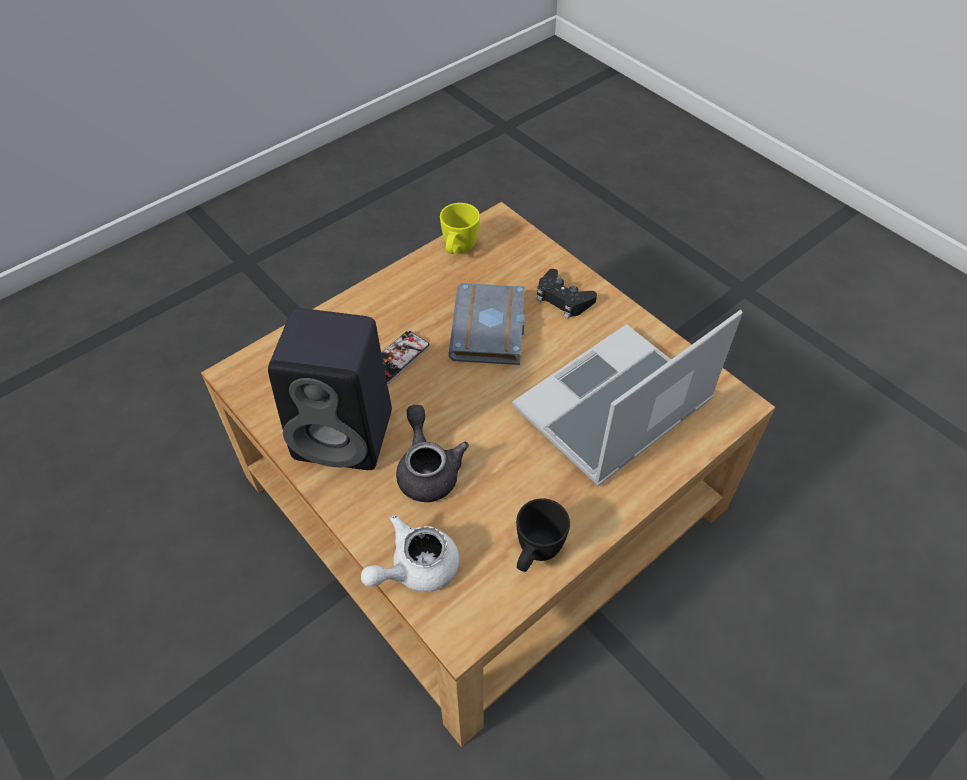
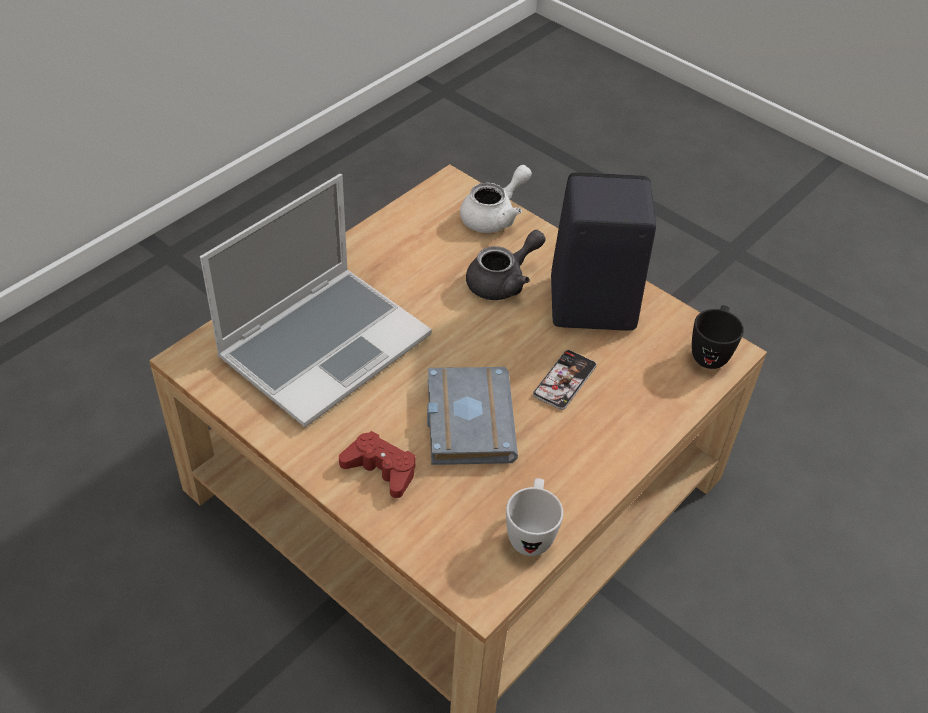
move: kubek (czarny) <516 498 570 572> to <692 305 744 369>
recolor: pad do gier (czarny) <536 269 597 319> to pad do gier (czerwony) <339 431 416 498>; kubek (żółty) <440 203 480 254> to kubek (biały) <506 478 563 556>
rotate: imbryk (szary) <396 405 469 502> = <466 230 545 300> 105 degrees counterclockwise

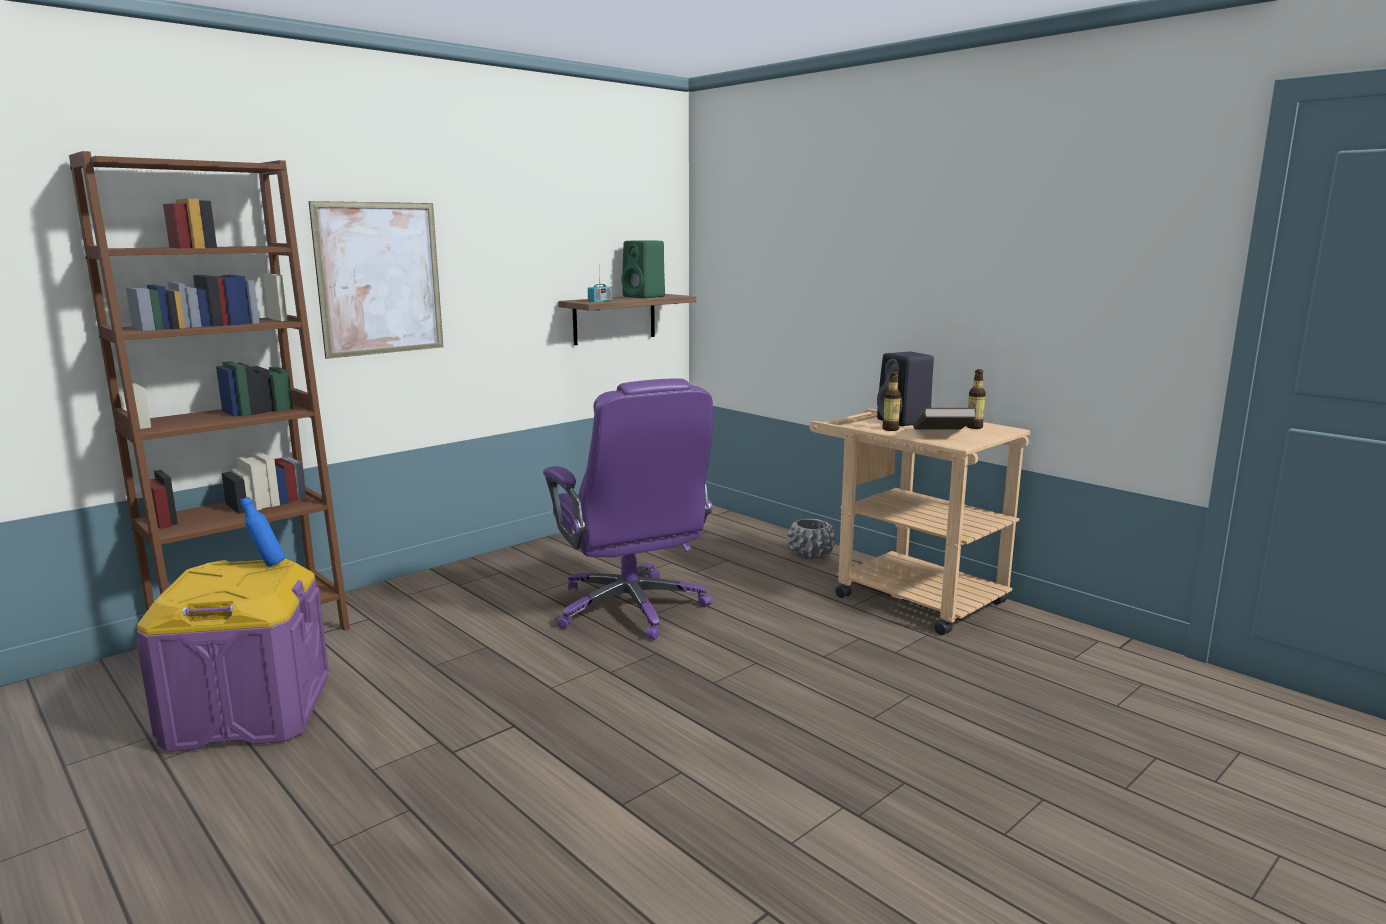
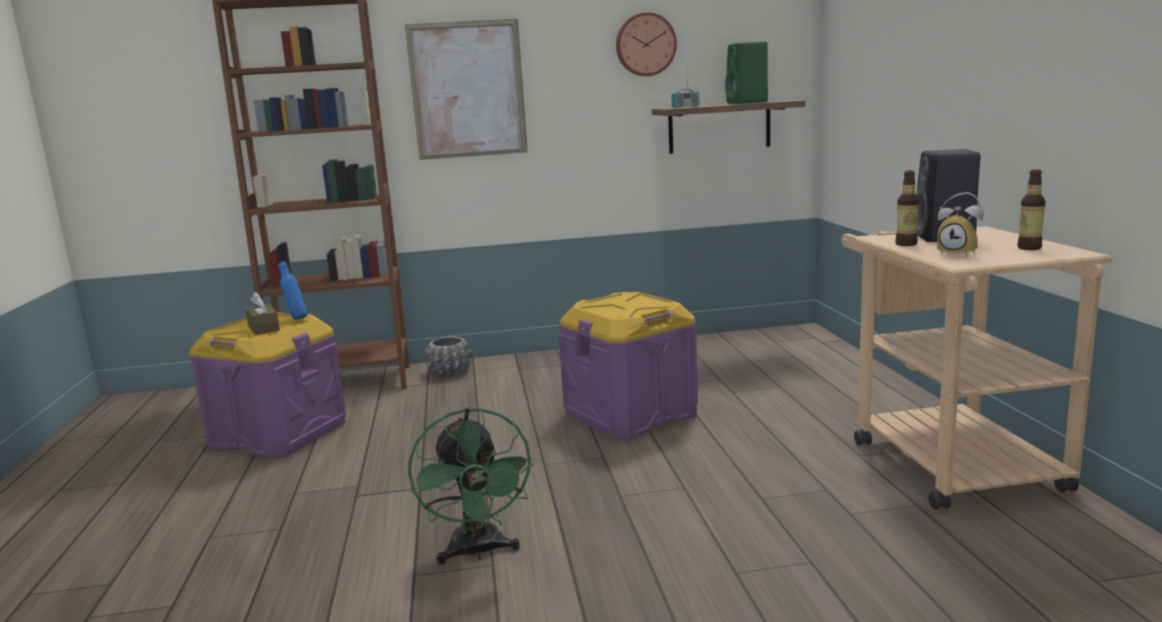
insert: pudełko chusteczek (brązowy) <245 292 280 335>; wentylator (zielony) <408 407 535 565>; zegar ścienny <616 12 677 76>
move: donica (szary) <787 518 836 559> to <425 336 472 376>
replace: krzesło biurowe (fioletowy) <543 378 713 640> to pojemnik do przechowywania (fioletowy) <559 292 698 440>; książka (brązowy) <913 408 976 430> to budzik <937 192 984 257>

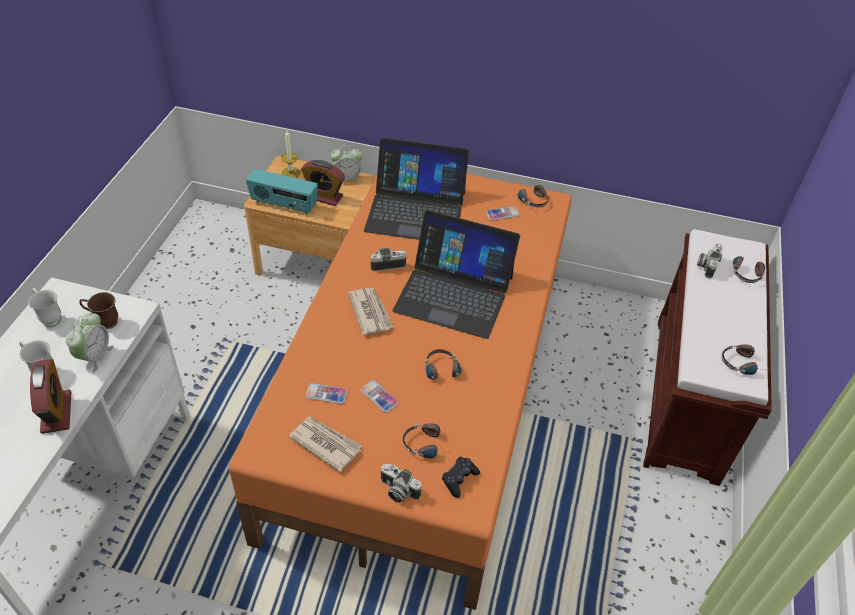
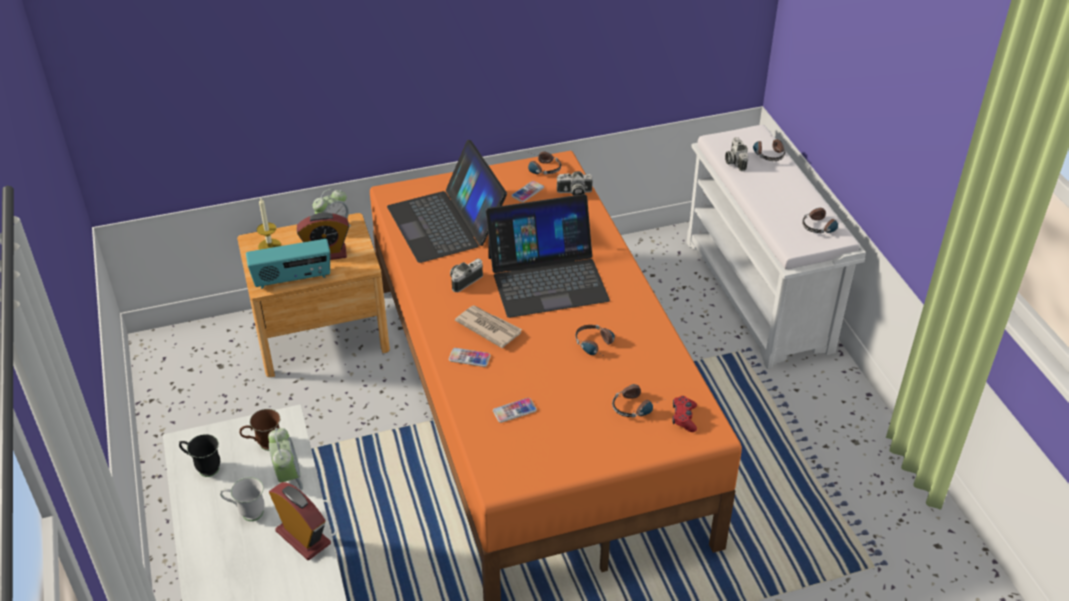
delete: gazeta <289 416 362 472>
move: telefon <360 380 399 413> to <449 348 491 367>; aparat fotograficzny <381 464 422 503> to <556 171 592 196>
recolor: kubek (biały) <28 288 61 327> to kubek (czarny) <179 434 220 477>; pad do gier (czarny) <442 457 480 498> to pad do gier (czerwony) <672 396 697 432>; ławka (brązowy) <643 230 772 486> to ławka (biały) <687 125 866 369>
rotate: laptop <364 138 469 240> = <387 140 507 263> 90 degrees clockwise

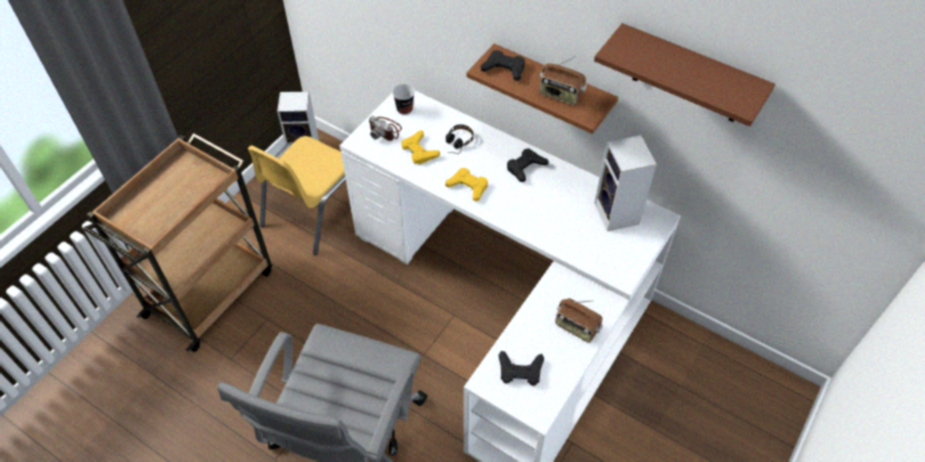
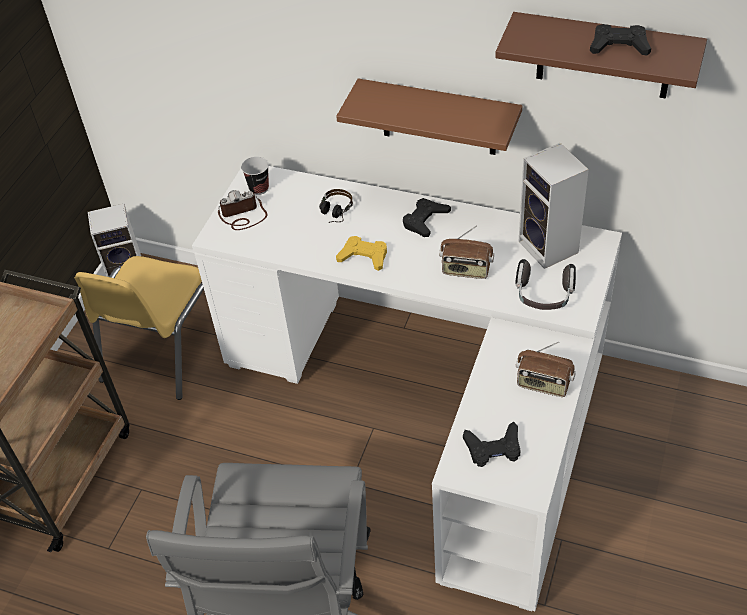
delete: pad do gier (żółty) <402 130 440 165>
insert: słuchawki <515 259 576 310>
move: radio <540 56 587 105> to <439 226 494 279>; pad do gier (czarny) <481 50 525 81> to <590 24 651 56>
rotate: aparat fotograficzny <369 116 402 141> = <218 190 268 230> 135 degrees clockwise

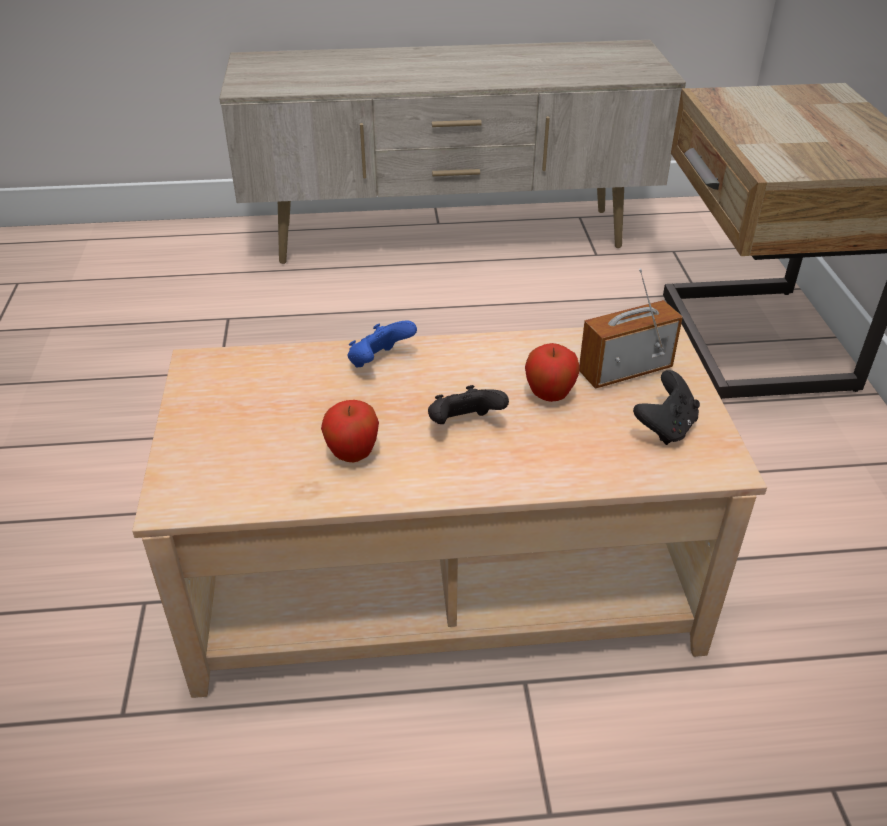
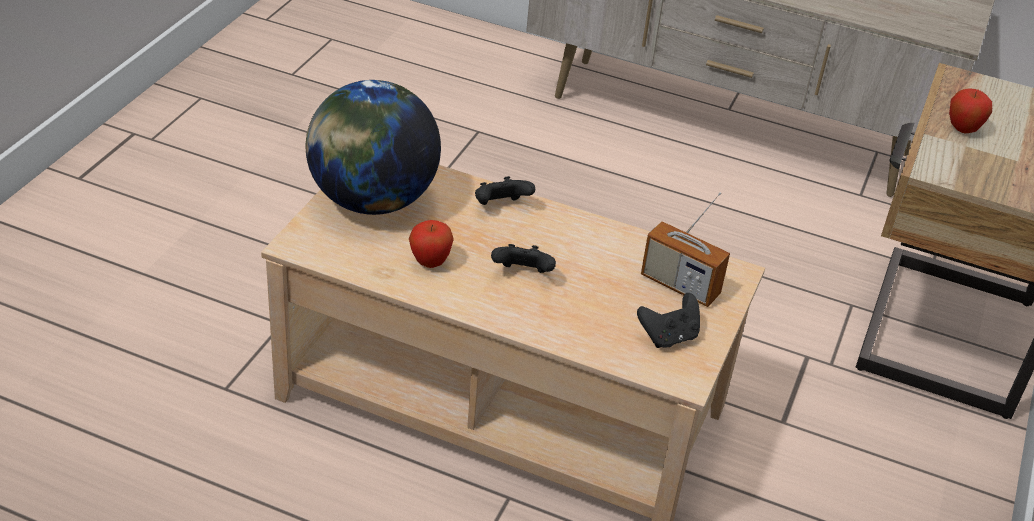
insert: globus <306 80 441 215>
move: jabłko <525 343 580 402> to <949 88 992 133>
recolor: pad do gier (niebieski) <347 321 417 368> to pad do gier (czarny) <475 176 535 205>
rotate: radio <579 268 683 389> = <641 192 730 307> 150 degrees counterclockwise

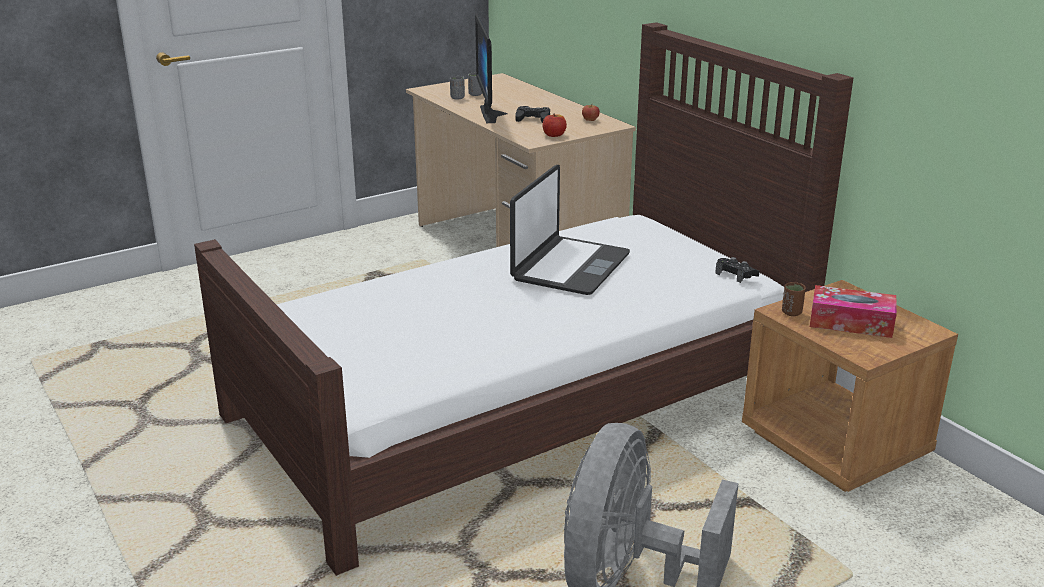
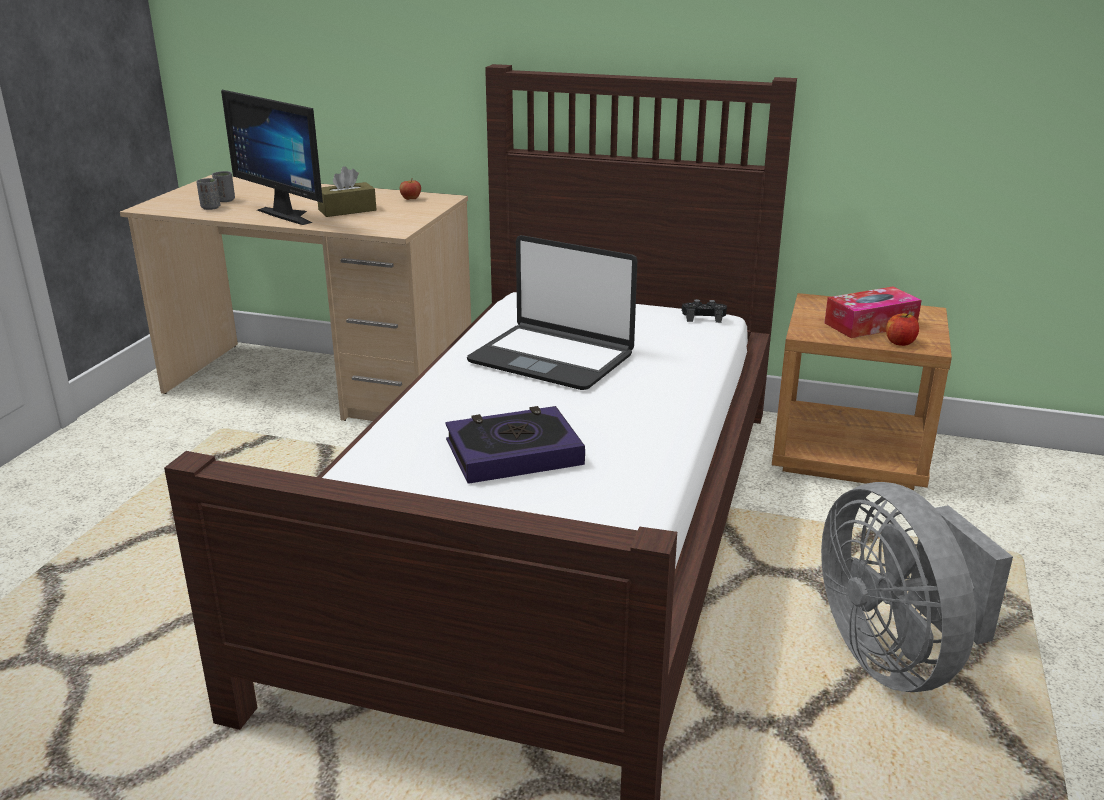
delete: filiżanka (brązowy) <782 282 806 316>
insert: książka <445 406 585 484>
move: jabłko <542 113 567 137> to <886 314 919 346>
replace: pad do gier (czarny) <515 106 550 123> to pudełko chusteczek (brązowy) <318 166 377 217>
rotate: laptop <510 165 630 295> = <467 235 637 390> 135 degrees clockwise

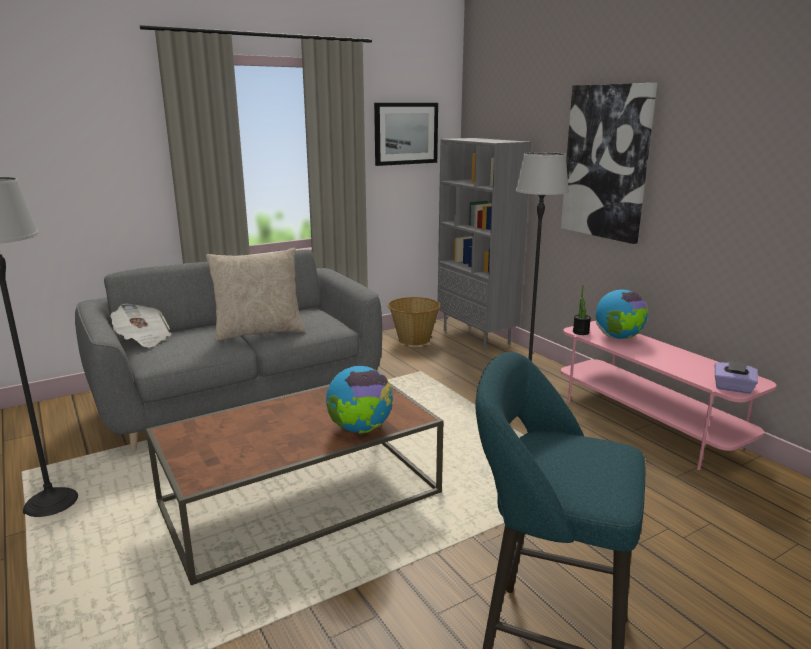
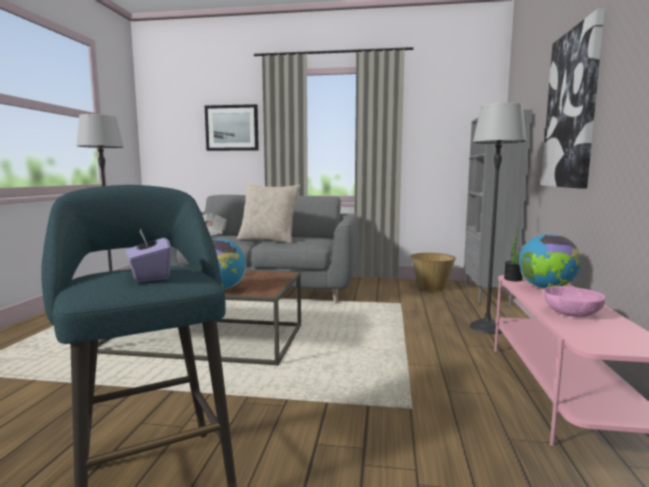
insert: miska (różowy) <543 286 605 317>
move: pudełko chusteczek (fioletowy) <715 361 758 394> to <126 228 171 282>; obraz <374 103 438 166> to <205 104 259 151>

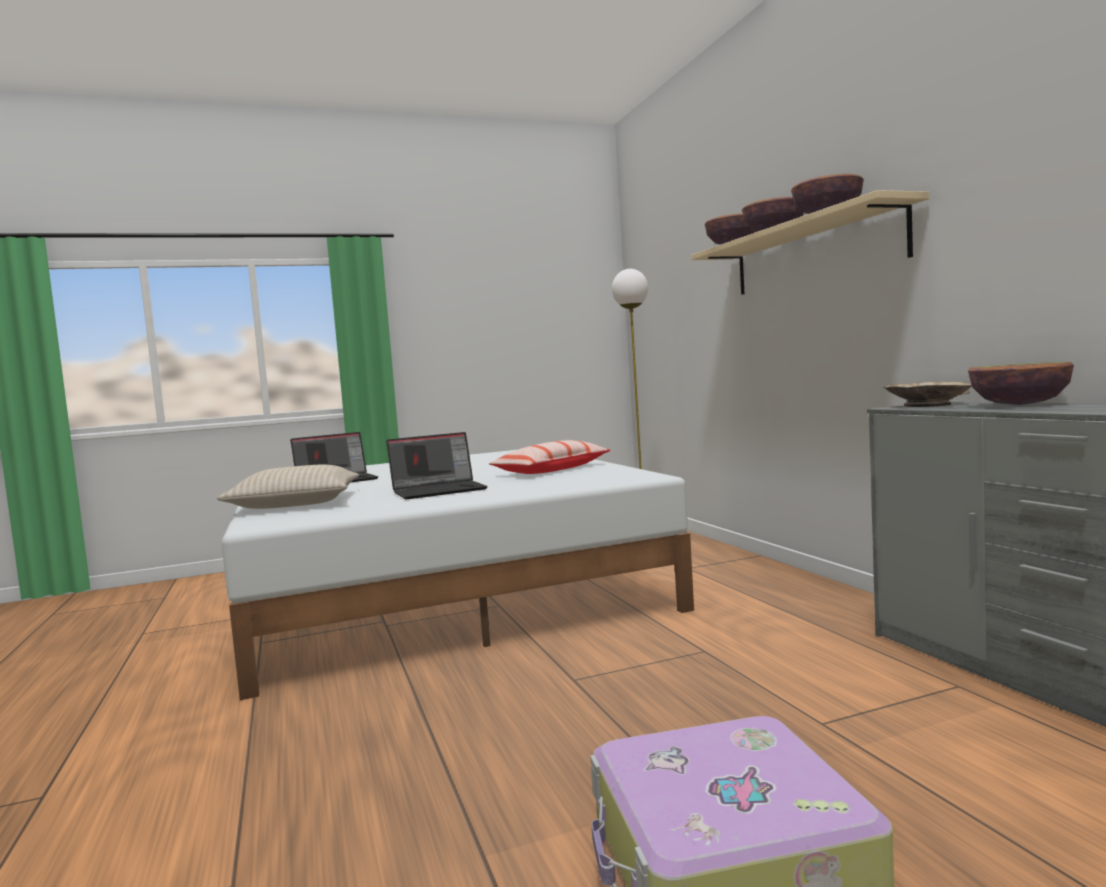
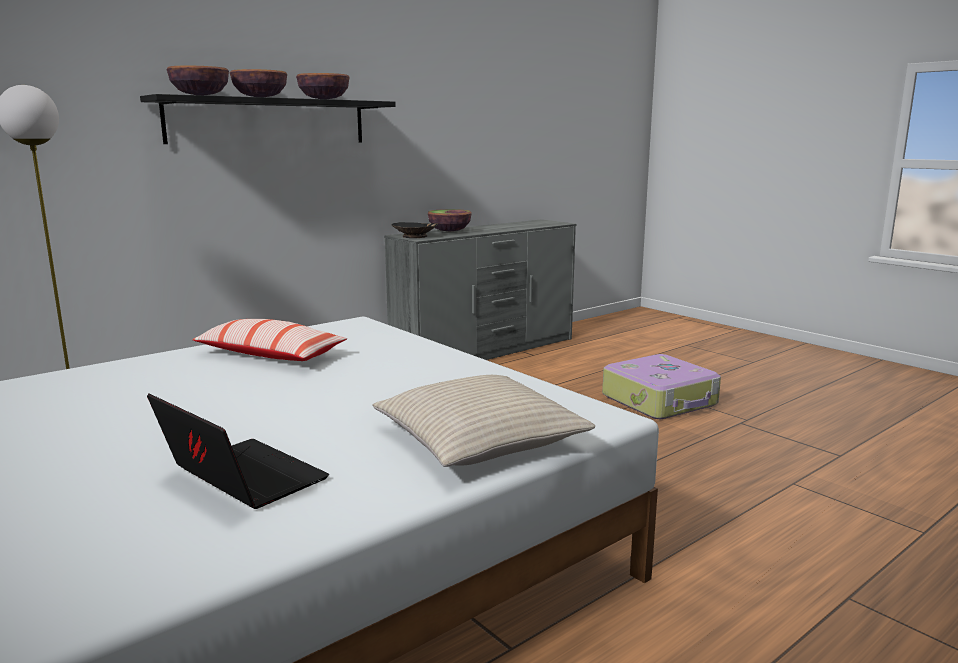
delete: laptop <386 432 488 499>
recolor: półka (beżowy) <691 190 930 295> to półka (czarny) <140 94 396 144>; miska (beżowy) <883 381 972 407> to miska (czarny) <391 222 438 238>

